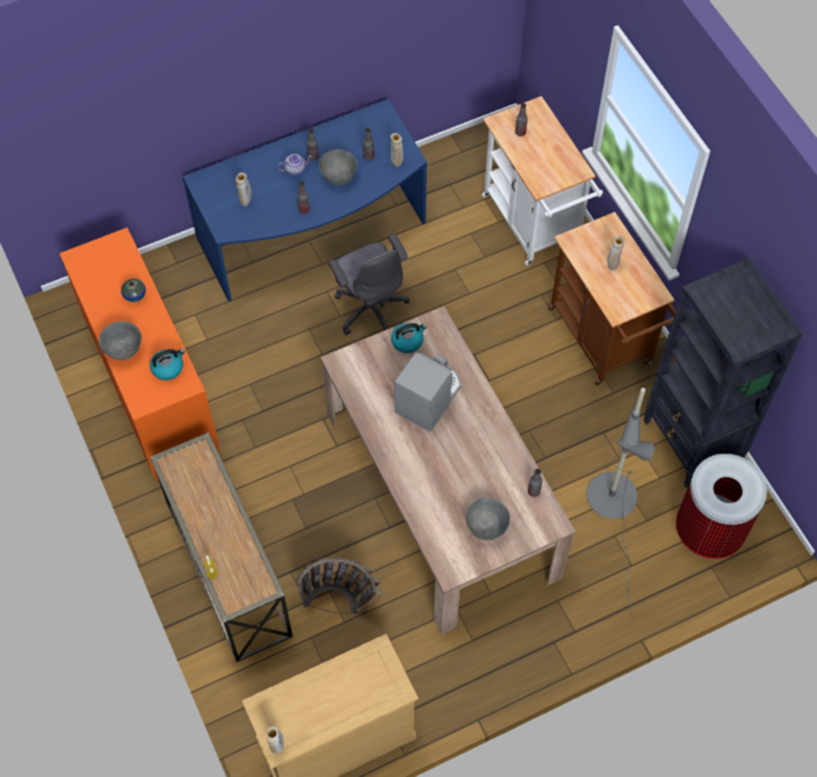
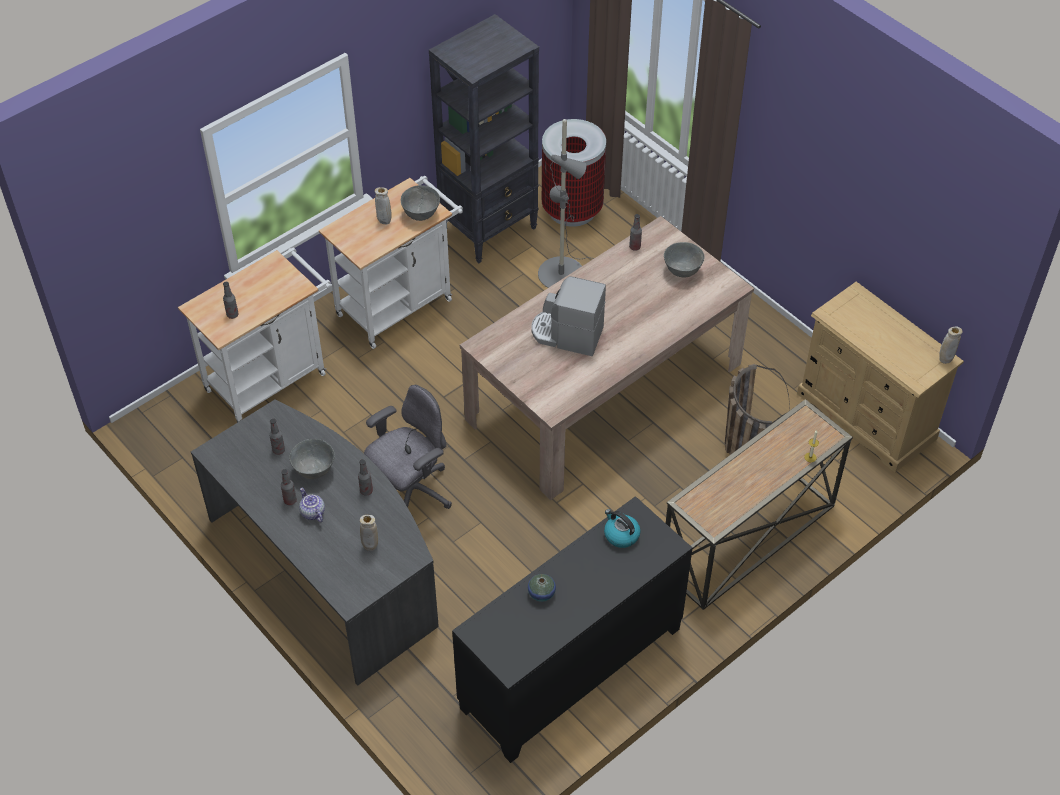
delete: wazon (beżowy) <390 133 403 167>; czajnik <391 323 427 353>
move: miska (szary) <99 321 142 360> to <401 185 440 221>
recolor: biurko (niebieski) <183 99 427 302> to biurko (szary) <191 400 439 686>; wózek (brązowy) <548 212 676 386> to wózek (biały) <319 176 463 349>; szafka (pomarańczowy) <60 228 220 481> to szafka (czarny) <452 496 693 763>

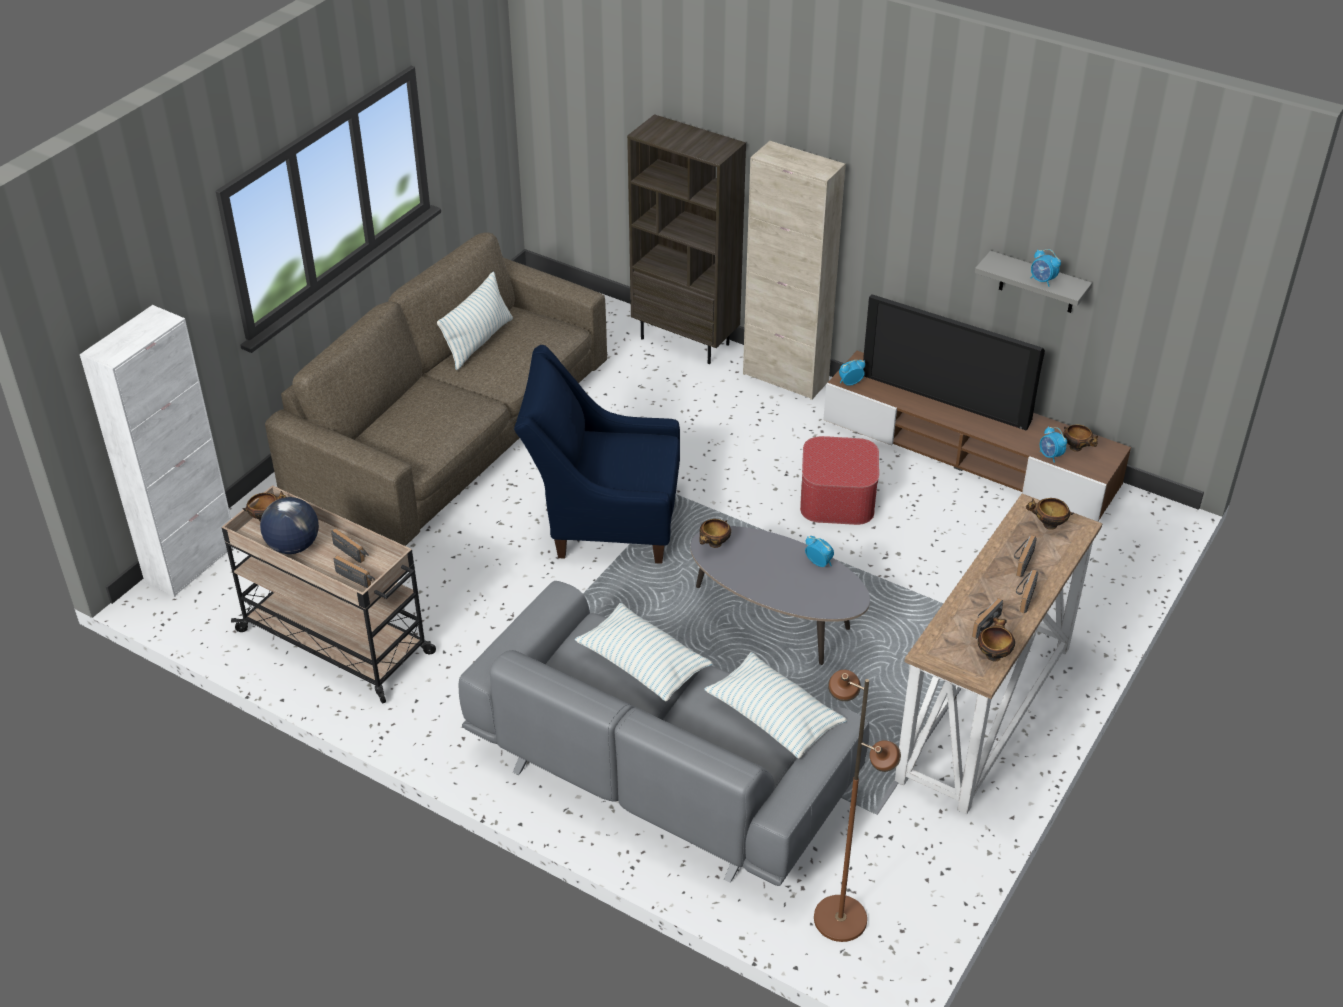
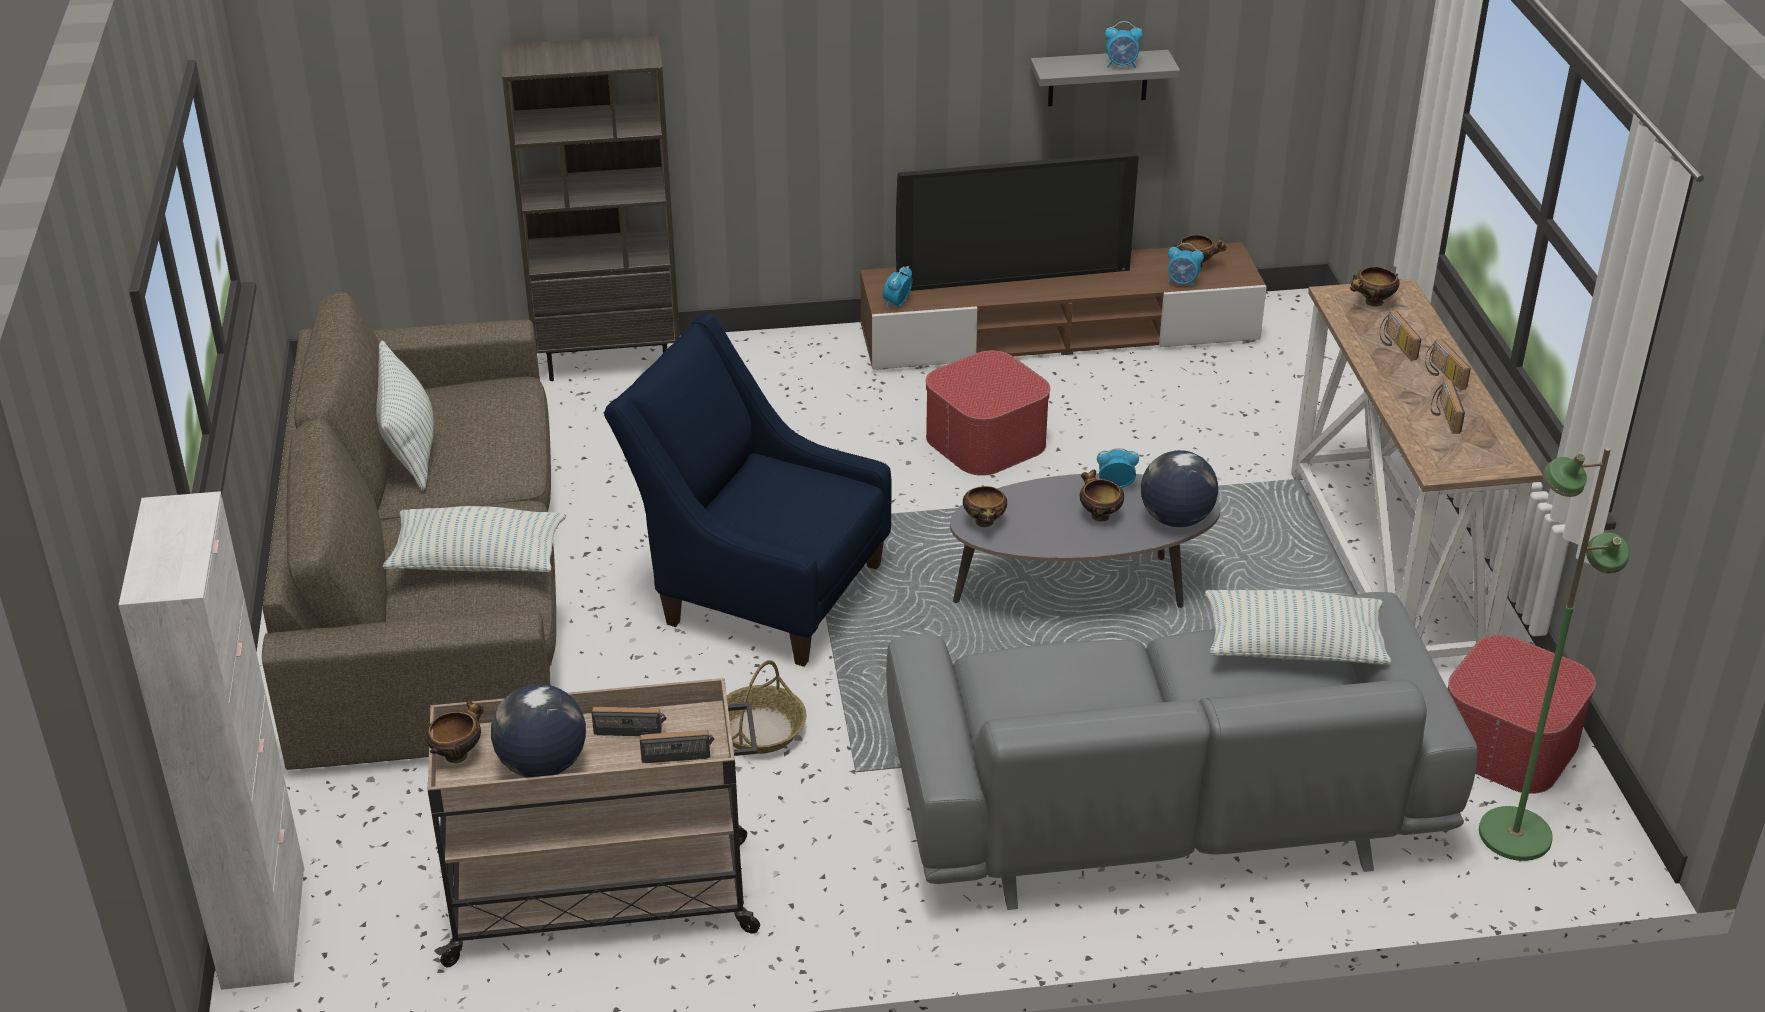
delete: szafka (beżowy) <743 141 846 400>
insert: koszyk <726 660 806 754>; globus <1141 450 1218 527>; pufa <1448 635 1596 794>
move: poduszka <574 603 713 701> to <383 506 566 572>; miska <978 617 1015 661> to <1080 470 1124 522>
recolor: lampa stojąca (brązowy) <814 670 901 942> to lampa stojąca (zielony) <1479 447 1629 861>
rotate: fotel (niebieski) <514 345 680 564> = <604 313 892 667> 60 degrees clockwise

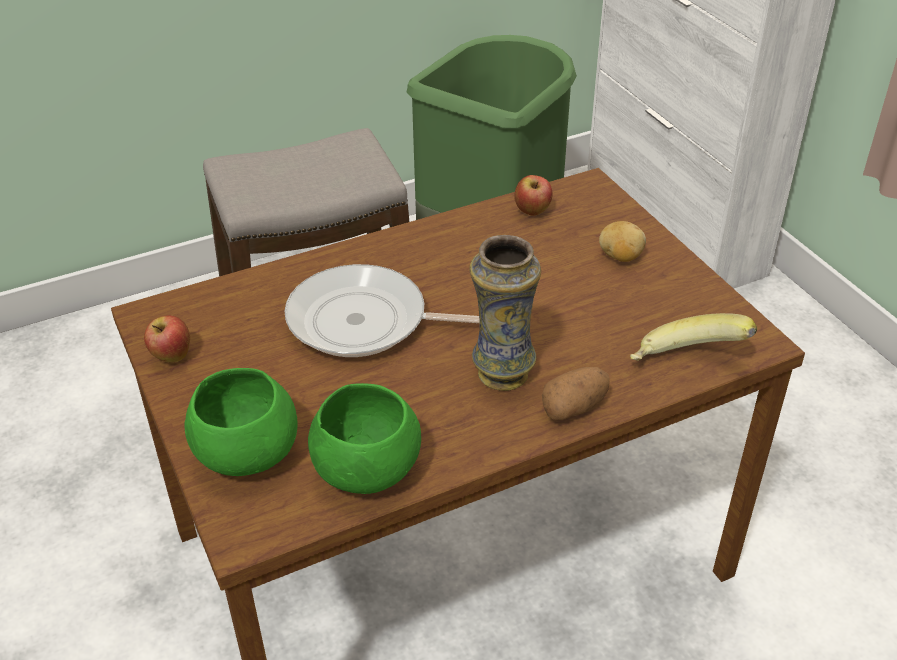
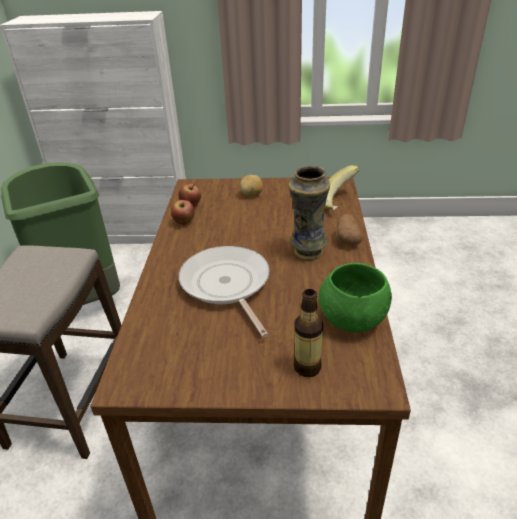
move: jabłko <144 315 190 363> to <171 200 195 225>
replace: miska (zielony) <184 368 298 476> to butelka <294 289 323 377>
rotate: patelnia <284 264 480 357> = <179 246 270 337> 120 degrees clockwise

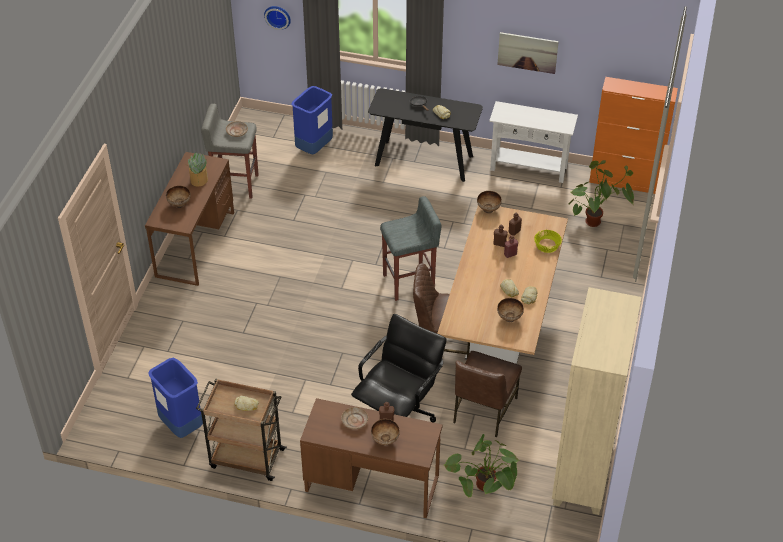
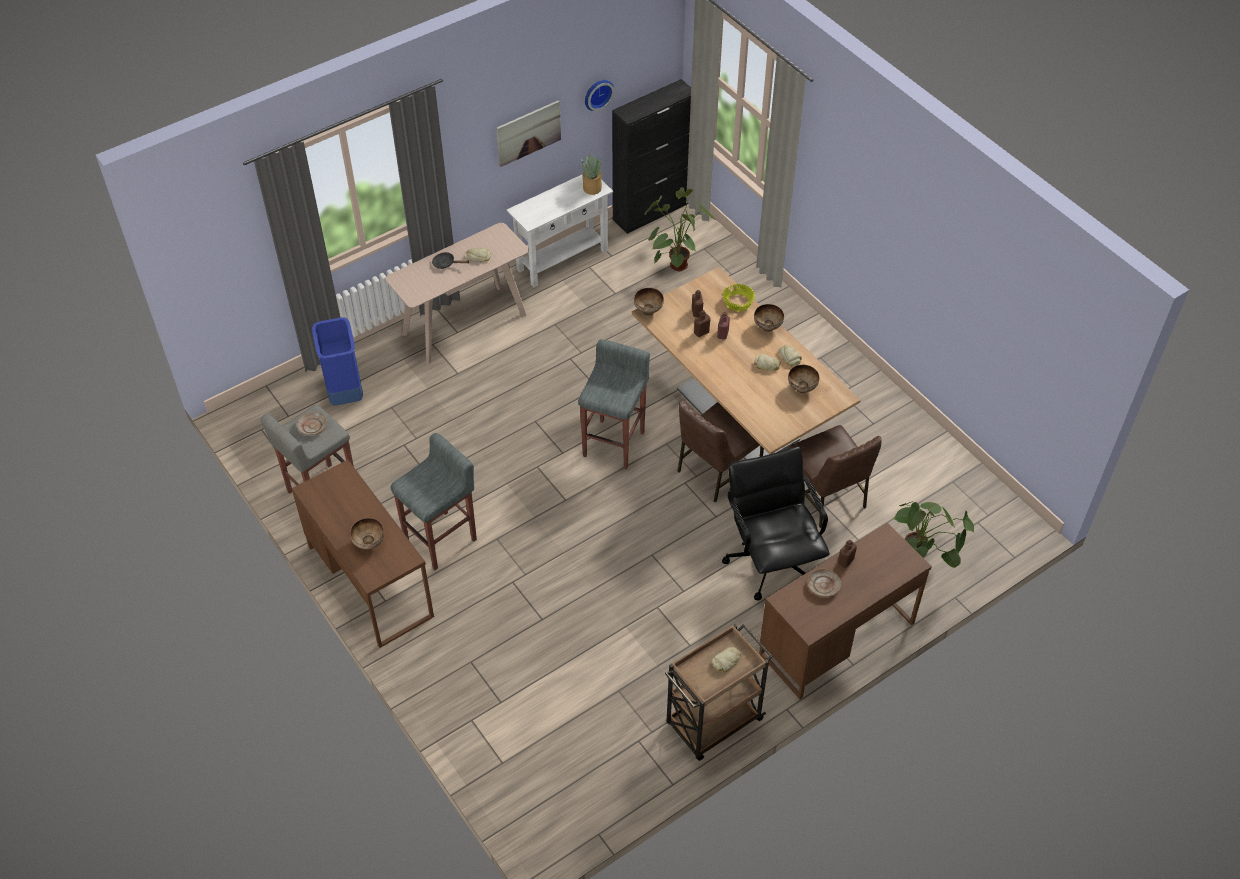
delete: kosz na śmieci (niebieski) <148 358 203 438>; regał (beżowy) <552 287 641 515>
insert: stołek (szary) <391 433 477 570>
move: roślina doniczkowa <188 152 208 186> to <581 154 602 195>; zegar ścienny <264 6 291 30> to <585 80 614 111>; miska <371 419 400 445> to <754 304 784 332>
recolor: stolik konsolowy (czarny) <368 88 483 182> to stolik konsolowy (beżowy) <385 223 529 365>; szafka (pomarańczowy) <589 77 678 194> to szafka (czarny) <612 79 691 234>

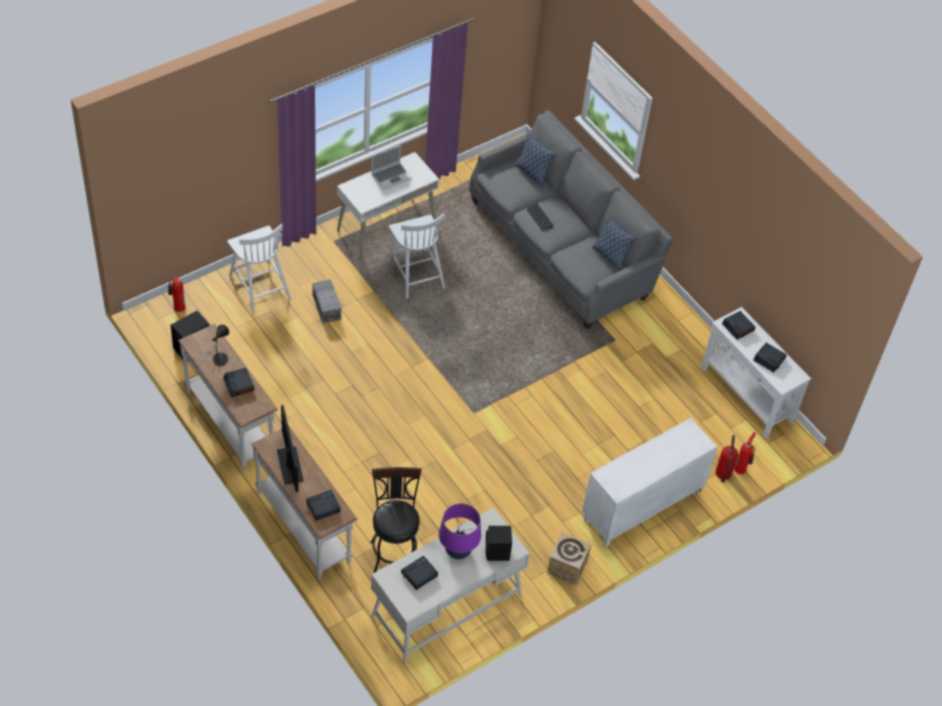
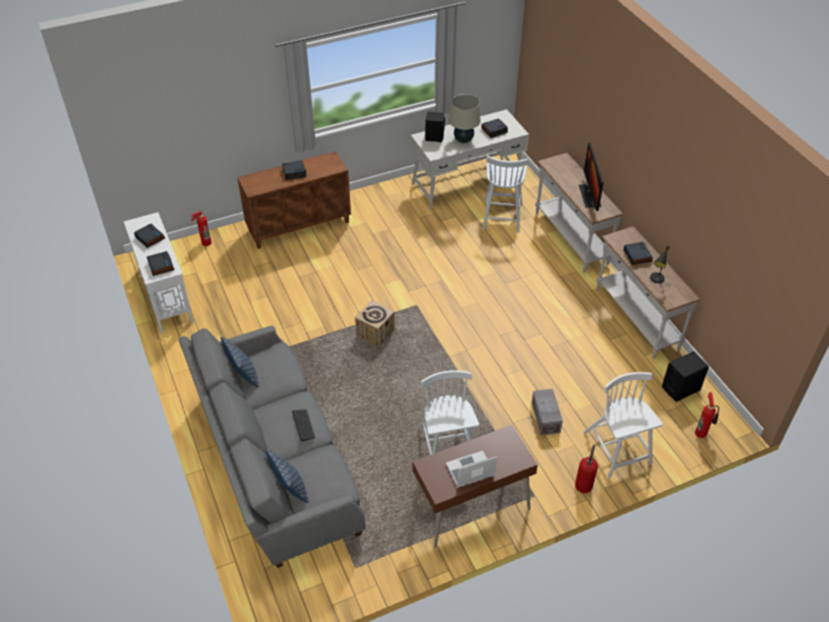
move: budzik <306 490 340 521> to <282 160 306 180>; karton <547 532 591 585> to <355 300 395 347>; gaśnica <715 435 739 483> to <575 445 598 493>
replace: stołek (czarny) <370 467 422 573> to krzesło (biały) <482 156 528 233>
recolor: szafka (biały) <582 418 717 547> to szafka (brązowy) <237 151 351 249>; biurko (biały) <337 152 439 260> to biurko (brązowy) <413 425 538 548>; lampa stołowa (fioletowy) <439 503 481 559> to lampa stołowa (beżowy) <449 94 481 143>

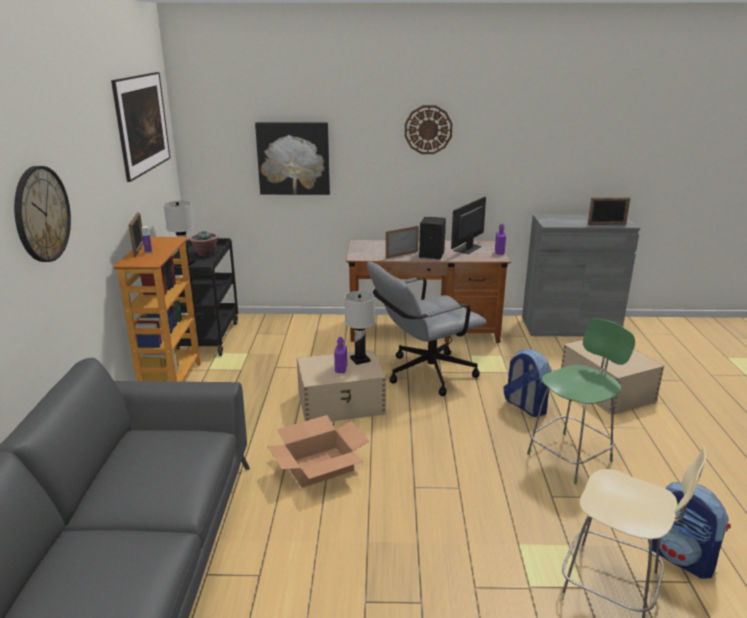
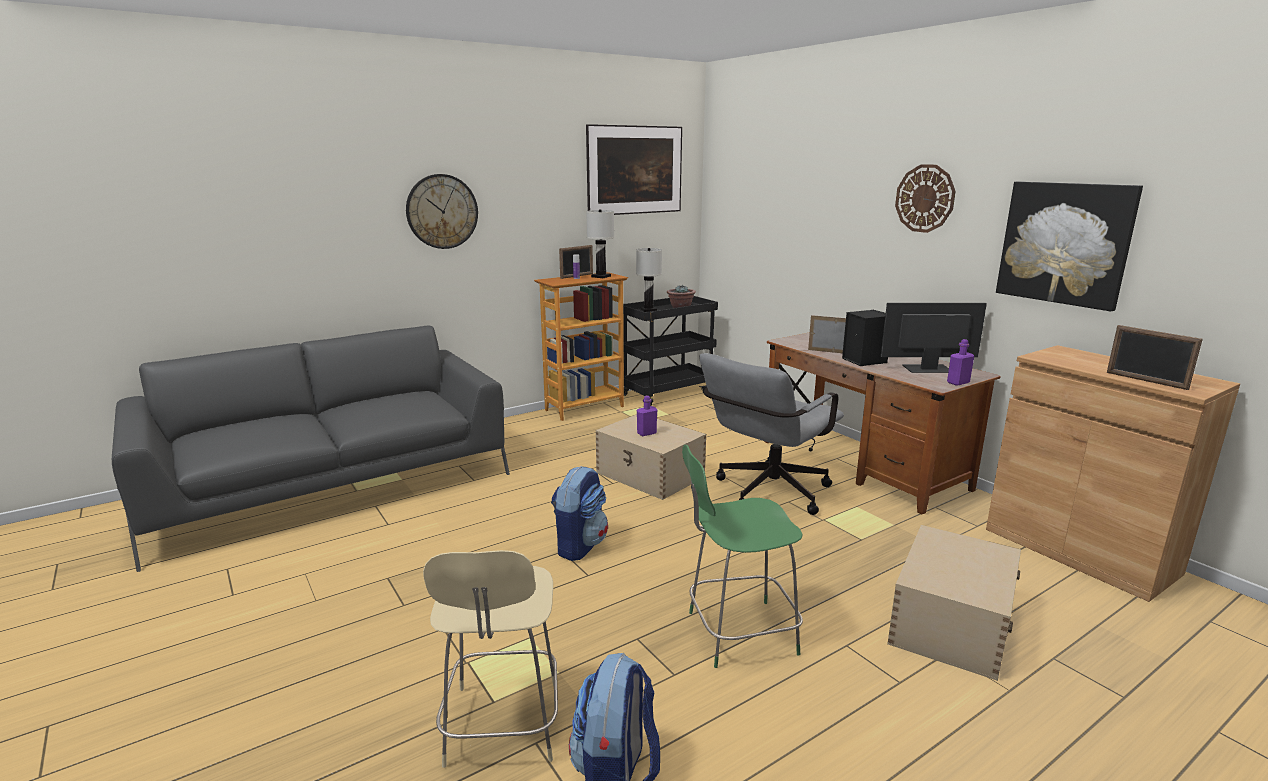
delete: karton <267 415 370 488>
move: plecak <504 349 552 417> to <551 466 608 561>; lampa stołowa (biały) <345 291 375 365> to <586 209 614 278>; obraz <255 122 330 195> to <996 181 1143 311>
recolor: szafka (szary) <522 214 640 337> to szafka (brązowy) <986 345 1240 602>
rotate: krzesło (zielony) <527 319 635 484> = <682 445 803 668> 150 degrees clockwise; krzesło biurowe (szary) <367 262 486 396> = <699 353 844 515> 75 degrees counterclockwise

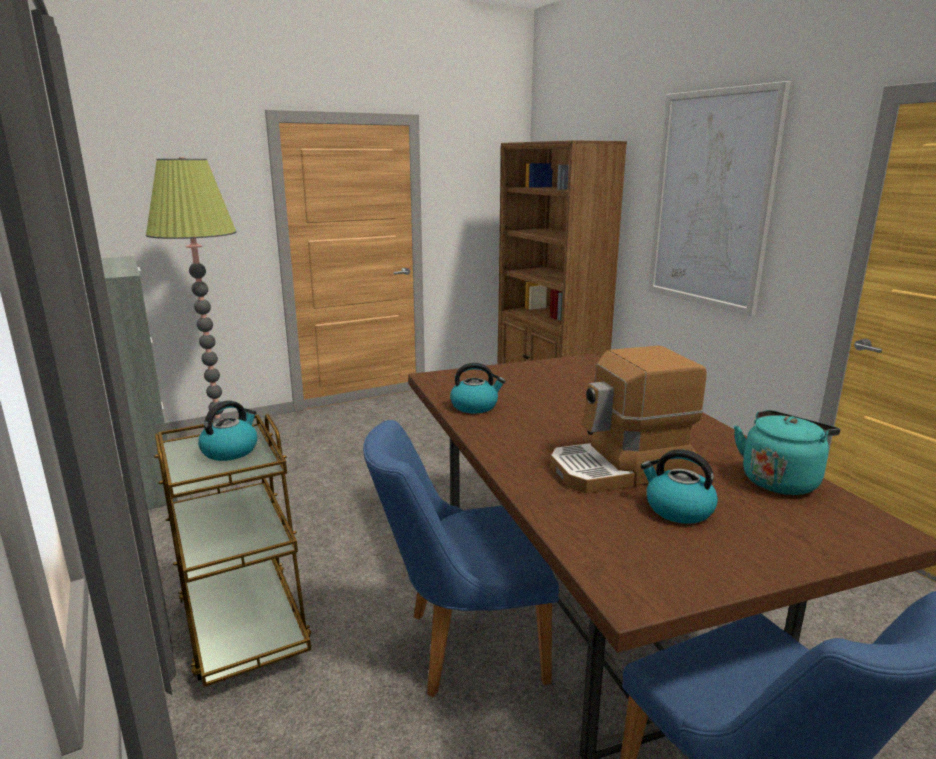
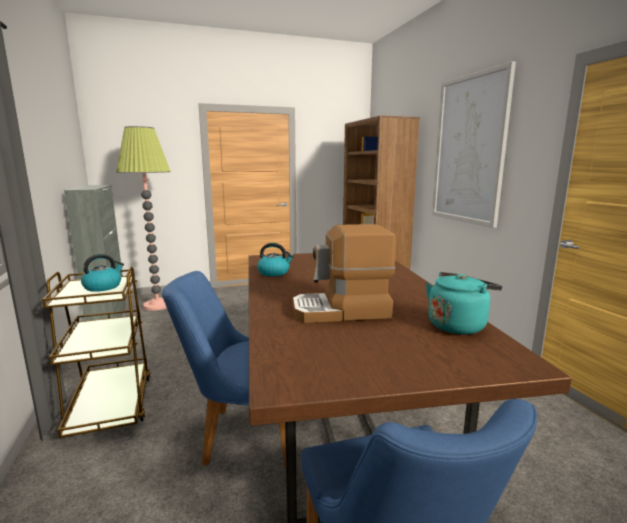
delete: czajnik <641 449 718 524>

